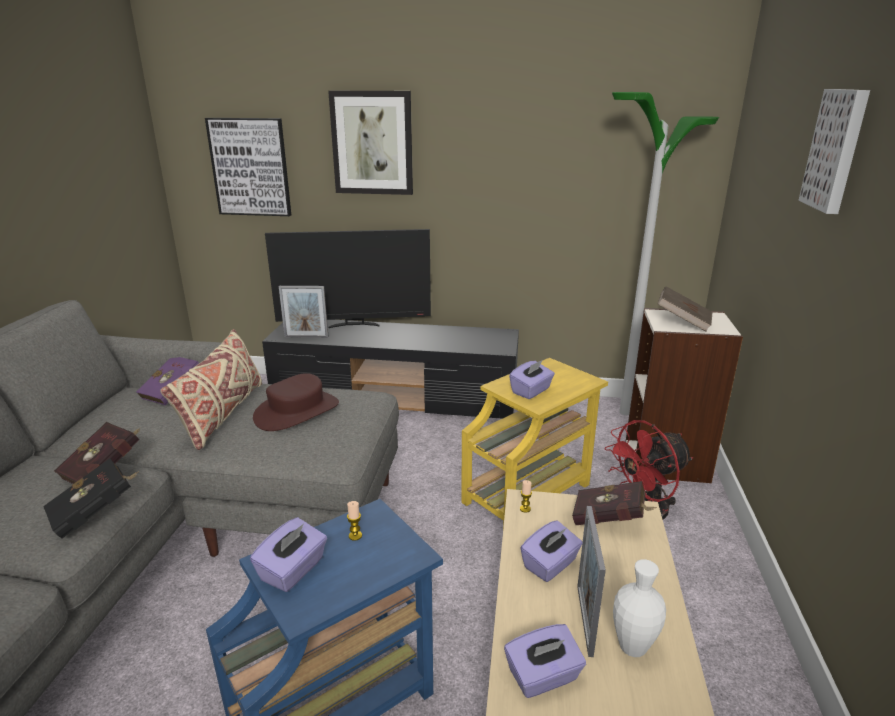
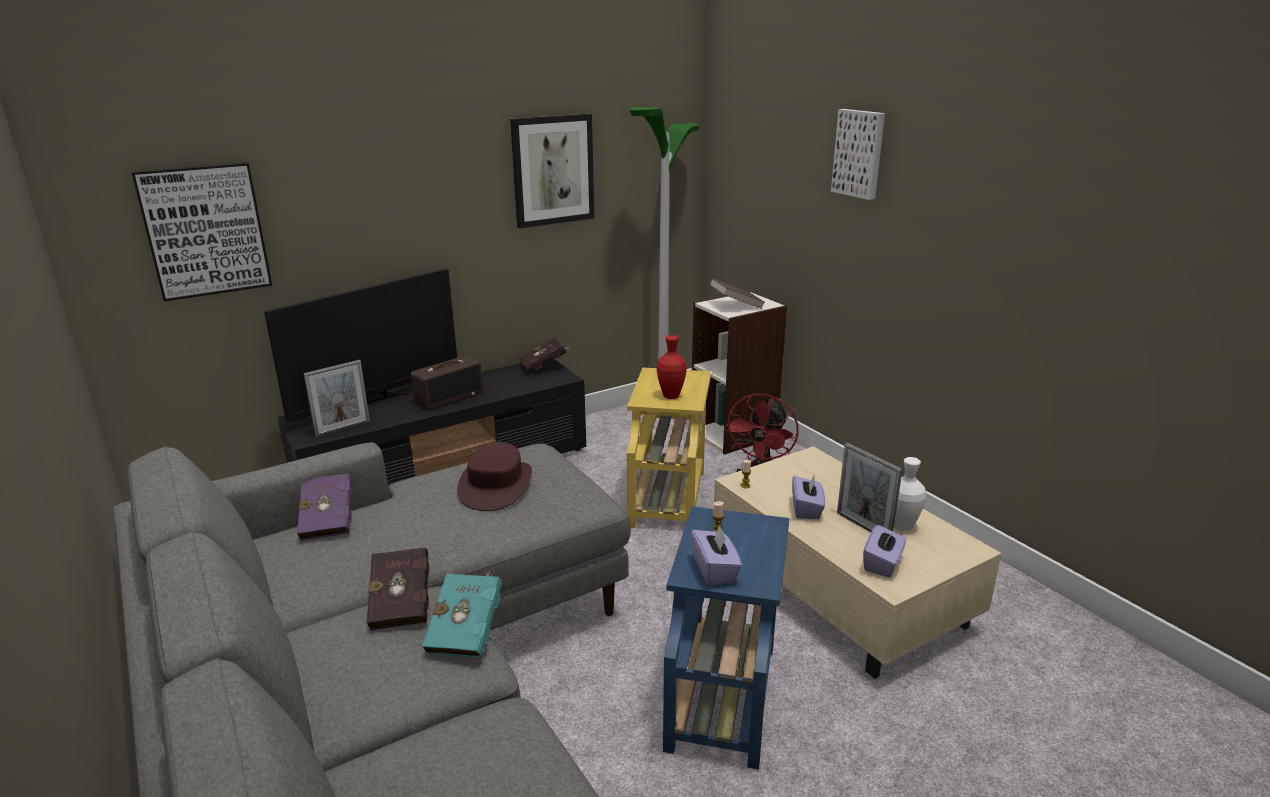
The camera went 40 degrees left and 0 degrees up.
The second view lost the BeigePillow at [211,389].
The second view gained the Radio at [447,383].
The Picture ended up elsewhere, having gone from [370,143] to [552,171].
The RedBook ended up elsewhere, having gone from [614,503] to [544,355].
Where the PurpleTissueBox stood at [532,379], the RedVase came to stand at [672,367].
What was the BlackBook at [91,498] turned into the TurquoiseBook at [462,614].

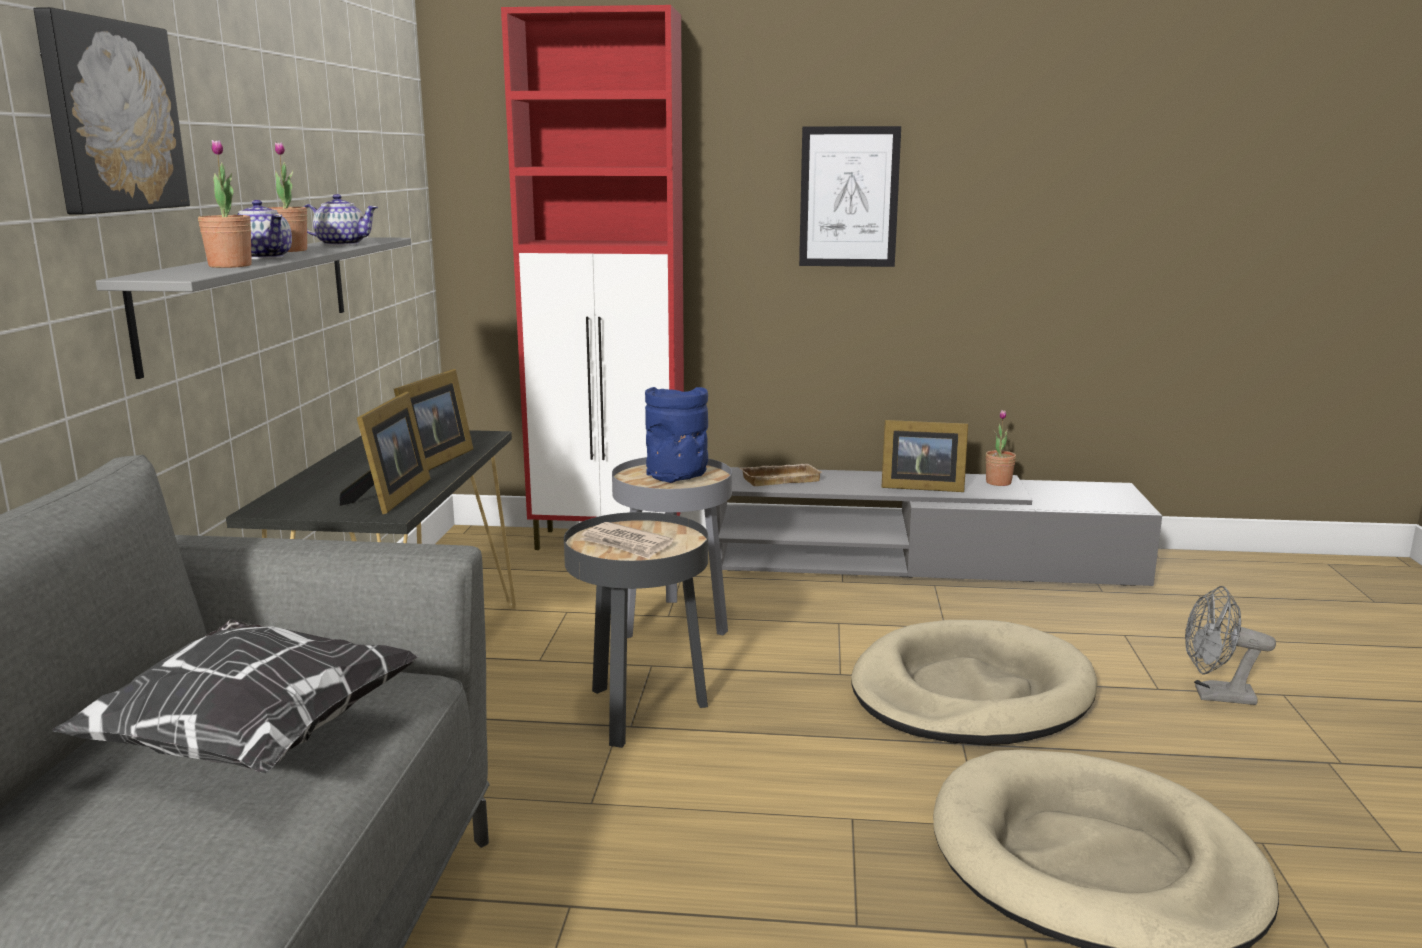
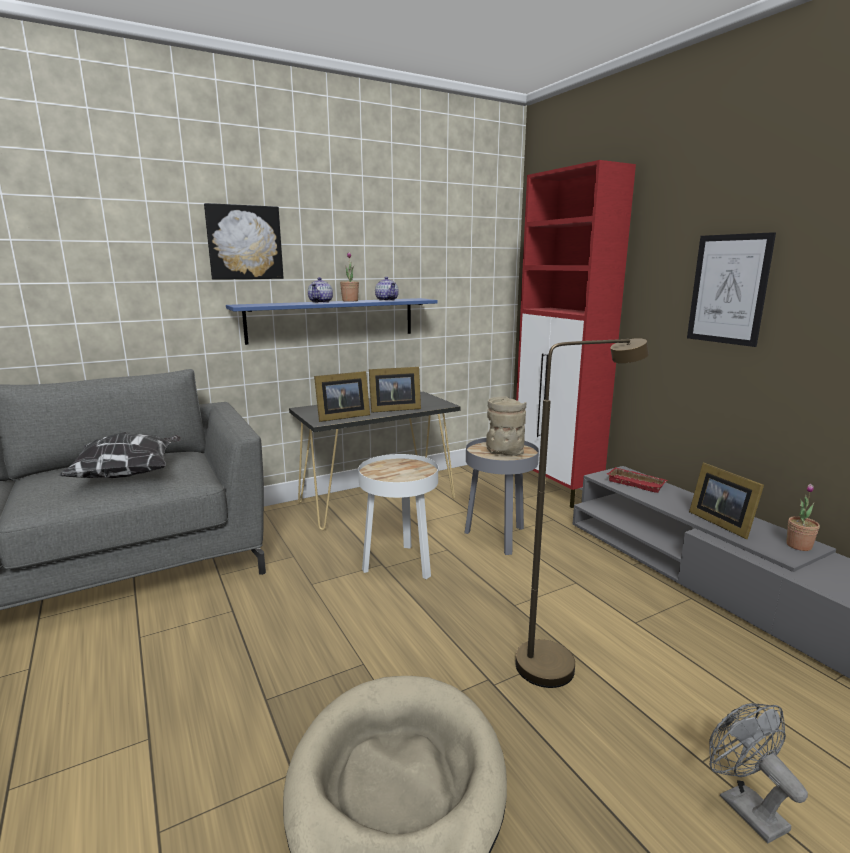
The camera went 55 degrees right and 0 degrees up.
The second view lost the PottedPlant at [225,203].
The second view lost the Newspaper at [626,540].
Where the BeigeDogBed stood at [974,682], the BrownFloorLamp came to stand at [582,513].
What was the GreyShelf at [253,308] turned into the BlueShelf at [332,321].
What was the BlackSideTable at [636,630] turned into the WhiteSideTable at [398,516].
What was the BlueVase at [676,435] turned into the BeigeVase at [506,426].
What was the BeigeTray at [781,475] turned into the RedTray at [637,480].

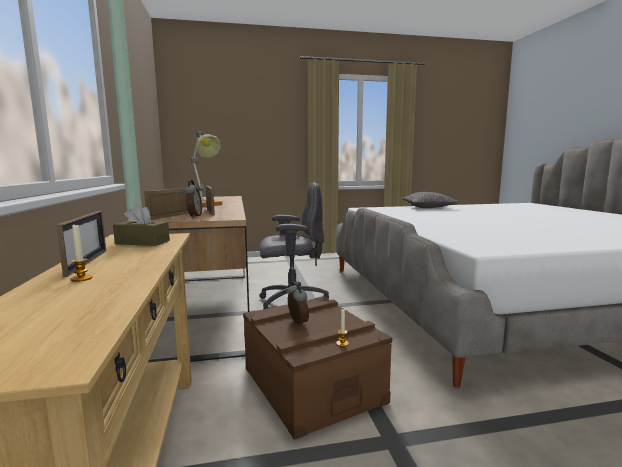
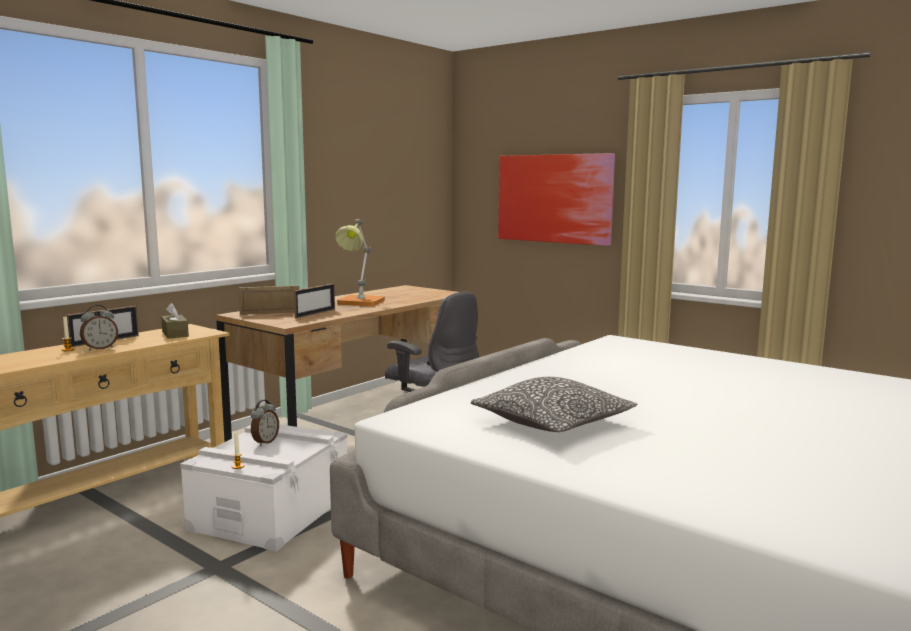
The camera went 50 degrees right and 0 degrees up.
The second view gained the Picture at [556,199].
The AlarmClock ended up elsewhere, having gone from [193,199] to [99,328].
The Pillow ended up elsewhere, having gone from [430,200] to [554,404].
What was the BrownStorageBox at [317,368] turned into the WhiteStorageBox at [264,488].

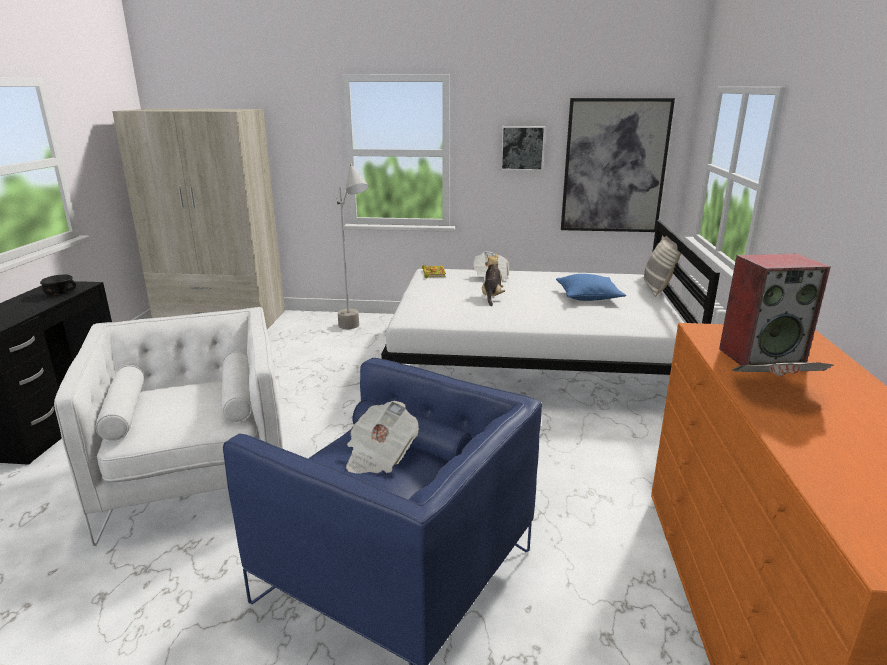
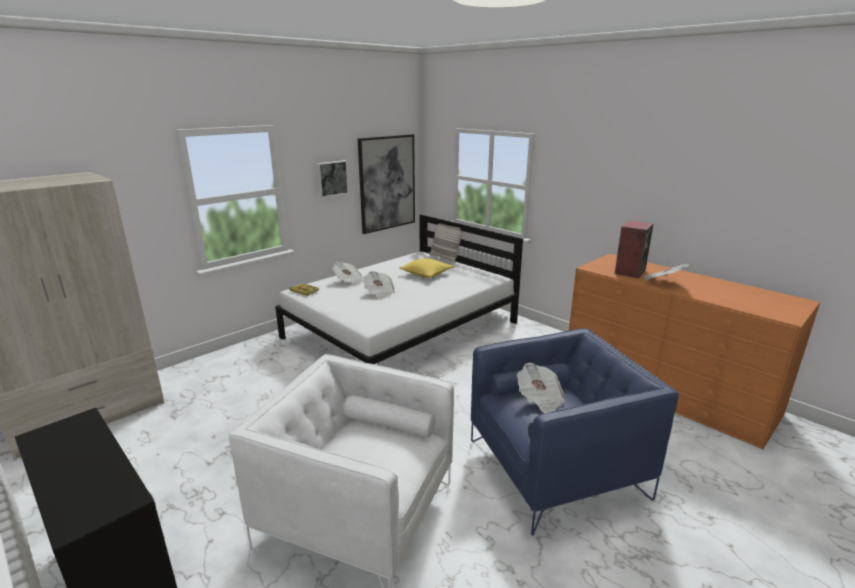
The camera went 50 degrees left and 0 degrees up.
The second view lost the BlackBowl at [58,284].
The second view lost the GreyFloorLamp at [352,246].
Where the PlushToy stood at [493,280], the Newspaper came to stand at [379,285].
What was the BluePillow at [591,287] turned into the YellowPillow at [426,268].

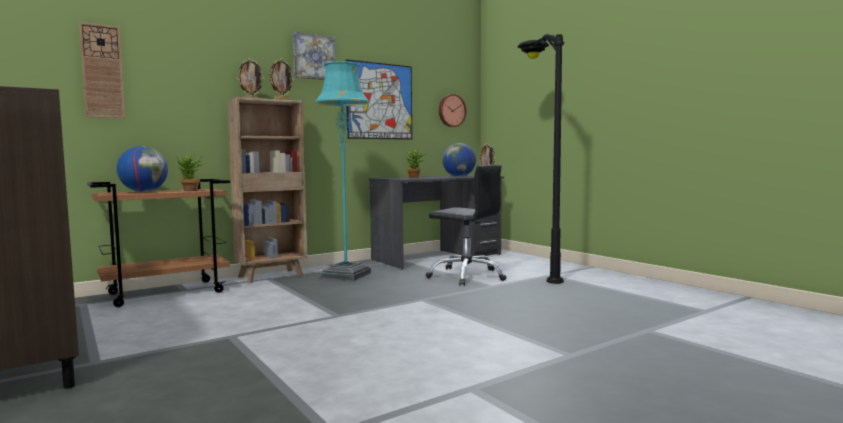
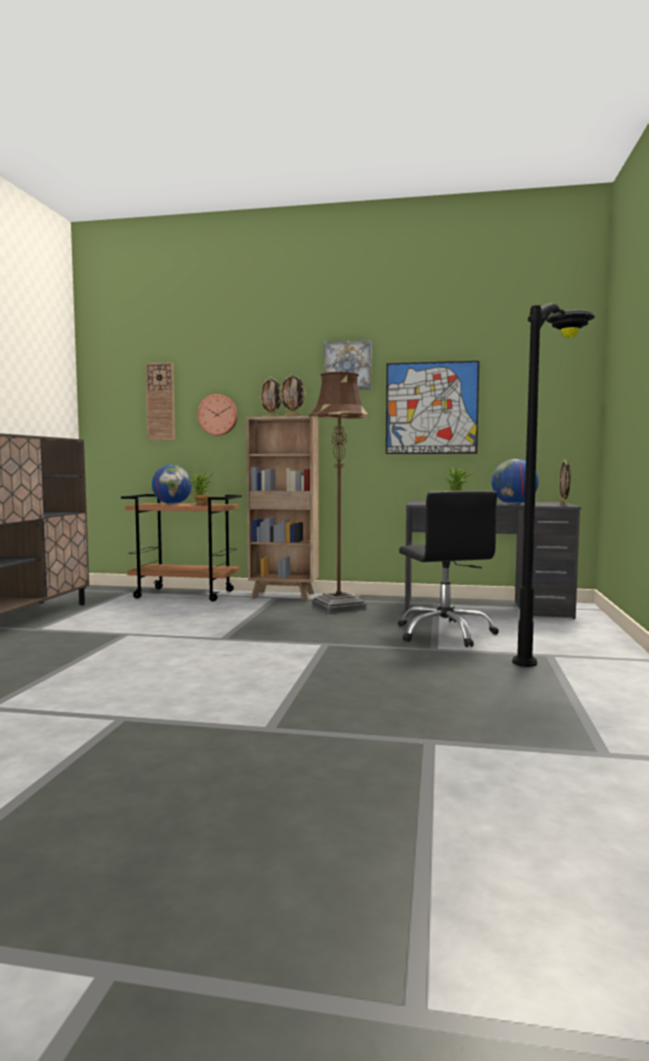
The camera went 45 degrees right and 0 degrees up.
The WallClock ended up elsewhere, having gone from [452,110] to [217,414].
What was the TurquoiseFloorLamp at [343,171] turned into the BrownFloorLamp at [339,493].

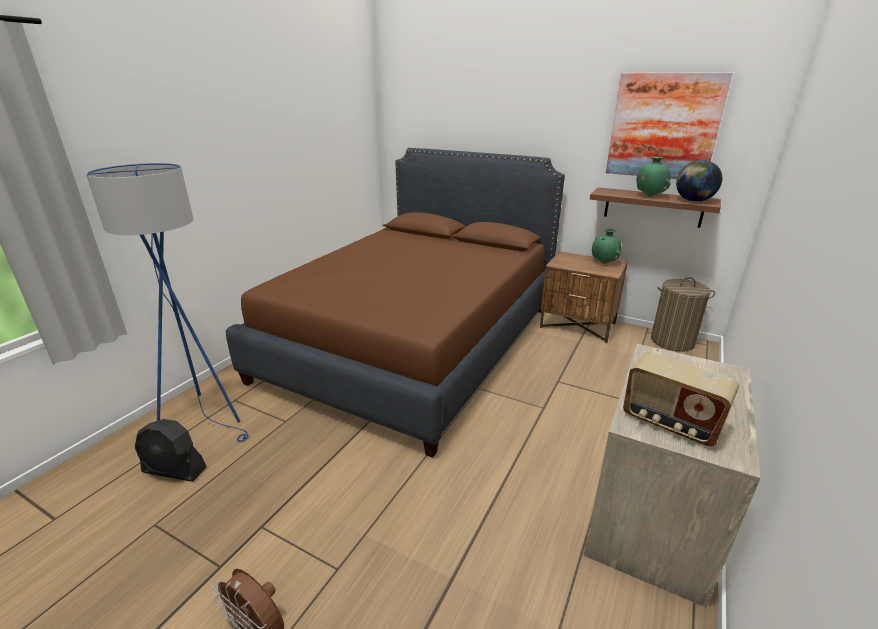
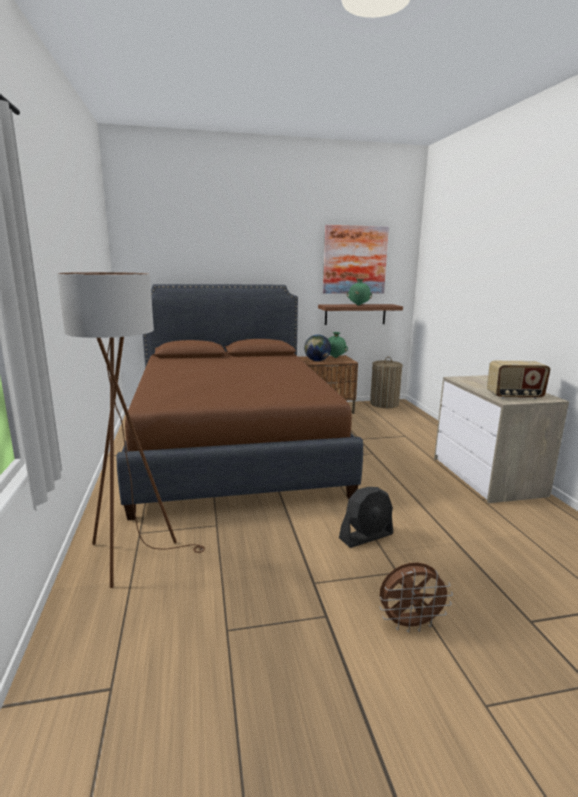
The camera went 40 degrees left and 10 degrees down.
The BlackFan ended up elsewhere, having gone from [171,450] to [366,517].
The Globe ended up elsewhere, having gone from [699,181] to [317,348].
What was the BlueFloorLamp at [167,302] turned into the BrownFloorLamp at [131,430].

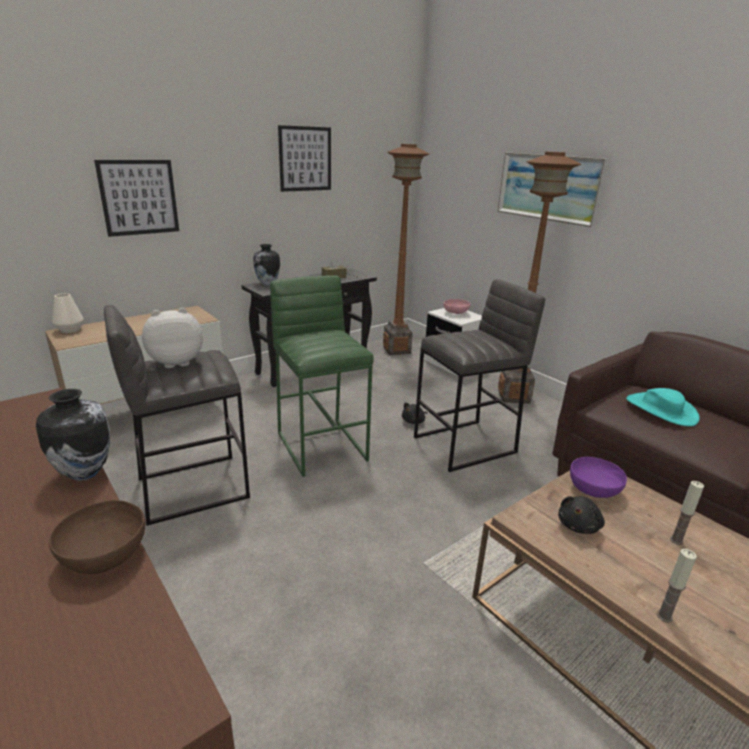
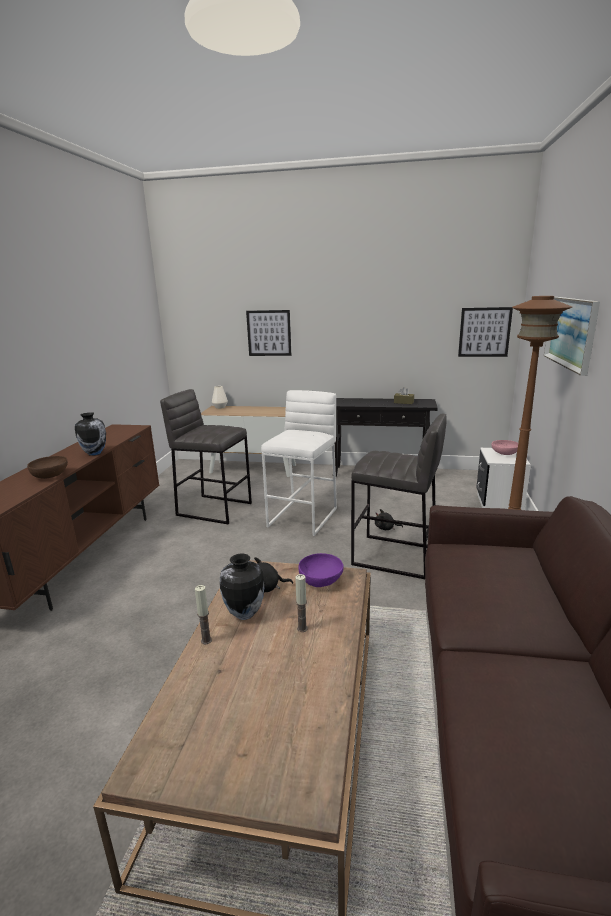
The camera went 50 degrees right and 5 degrees down.
The second view lost the PlushToy at [172,338].
The second view lost the BrownFloorLamp at [406,249].
The second view lost the TurquoiseHat at [663,407].
The Vase ended up elsewhere, having gone from [266,264] to [242,587].
The Picture ended up elsewhere, having gone from [304,158] to [485,332].
What was the GreenStool at [322,376] turned into the WhiteStool at [299,463].

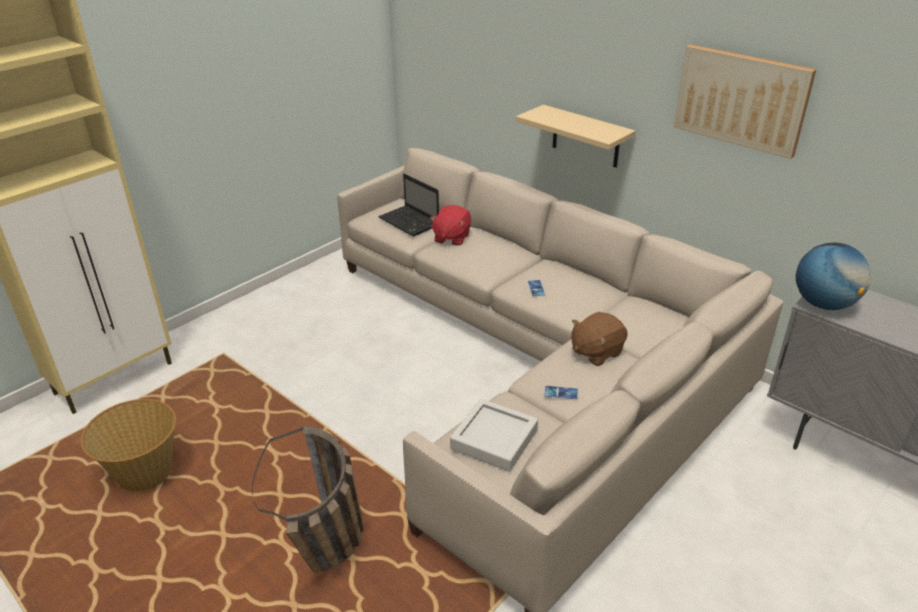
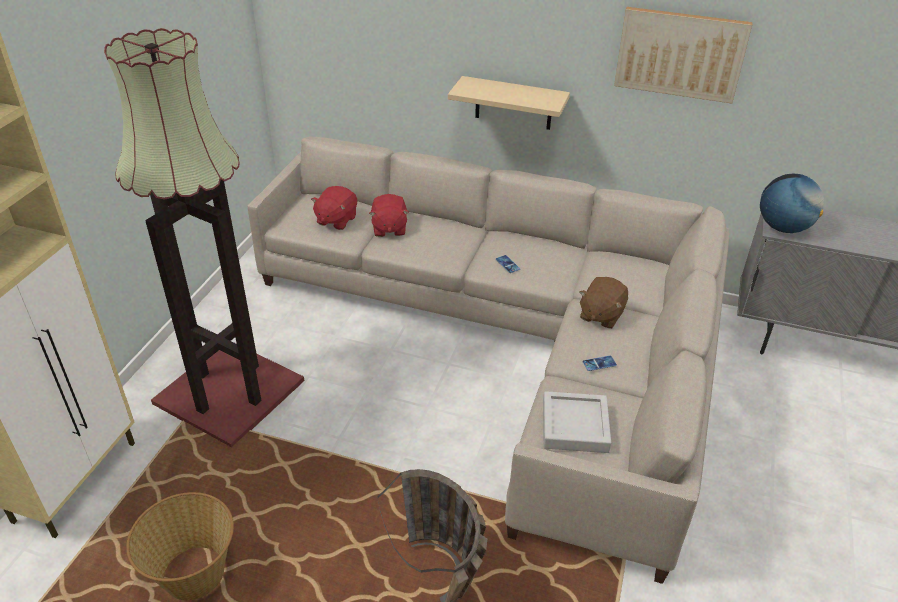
The camera went 25 degrees left and 5 degrees up.
The second view gained the FloorLamp at [204,237].
Where the Laptop stood at [408,205], the RedPlushToy came to stand at [334,208].

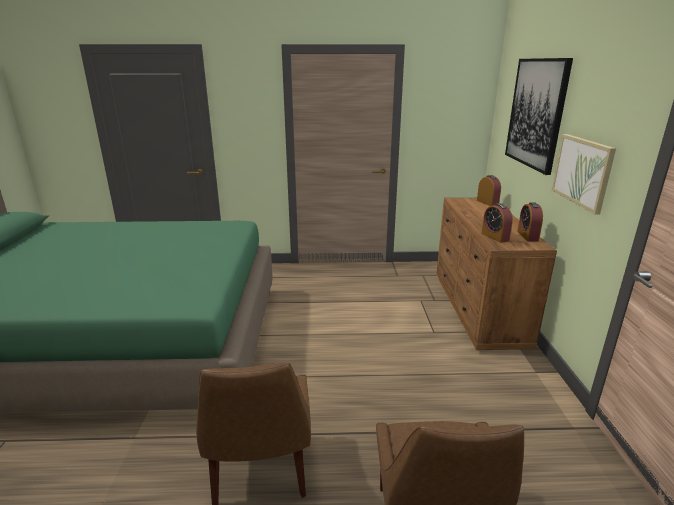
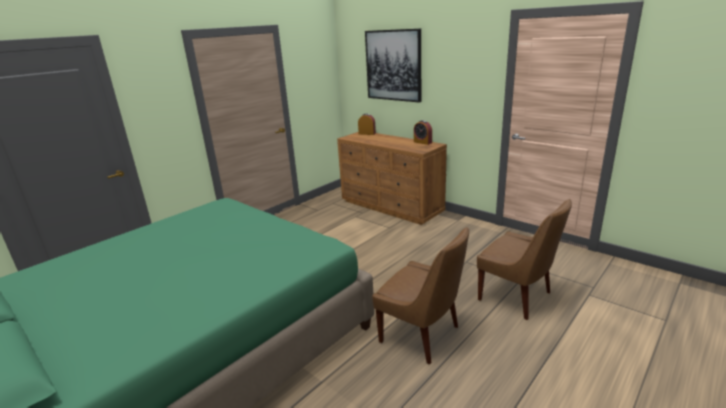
The camera went 45 degrees left and 0 degrees up.
The second view lost the AlarmClock at [497,223].
The second view lost the Picture at [584,174].

